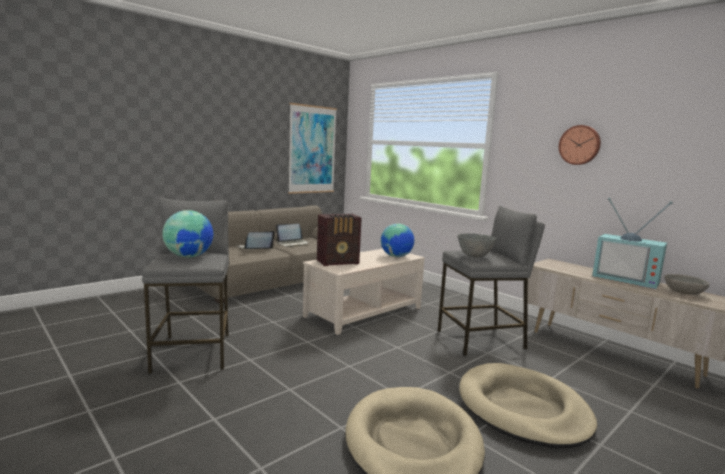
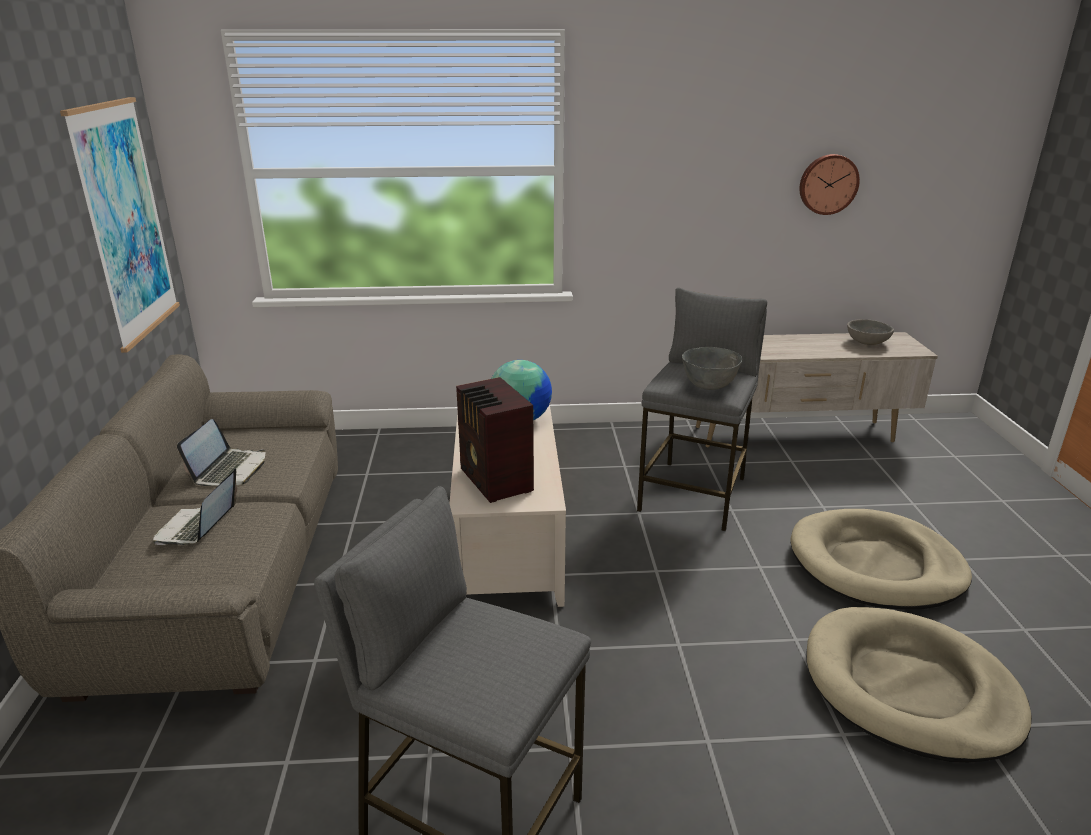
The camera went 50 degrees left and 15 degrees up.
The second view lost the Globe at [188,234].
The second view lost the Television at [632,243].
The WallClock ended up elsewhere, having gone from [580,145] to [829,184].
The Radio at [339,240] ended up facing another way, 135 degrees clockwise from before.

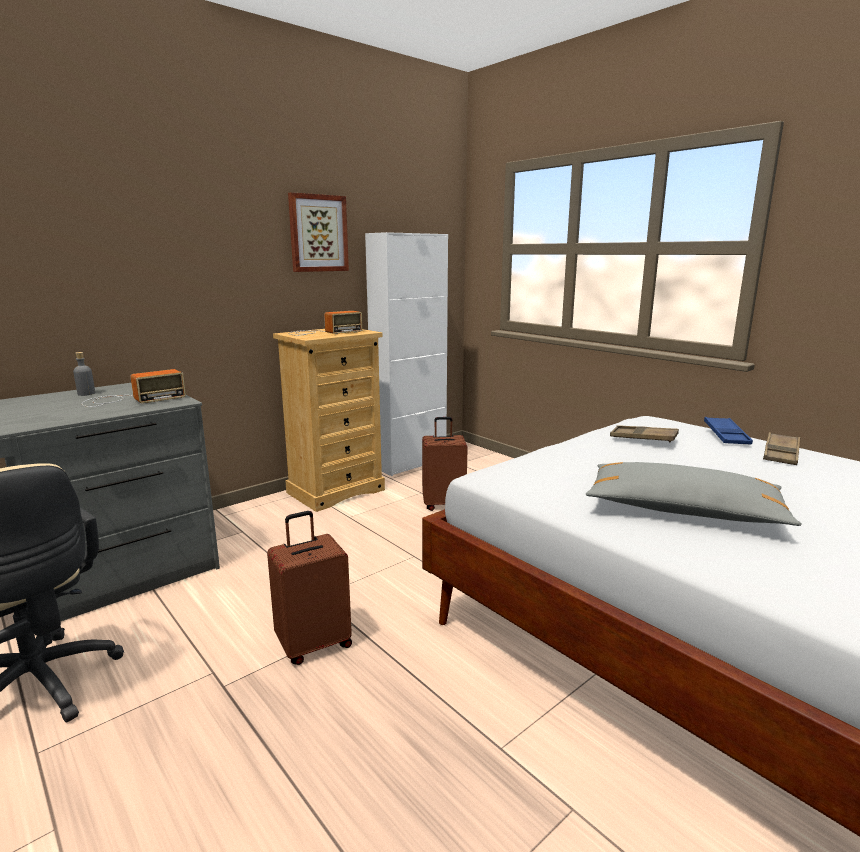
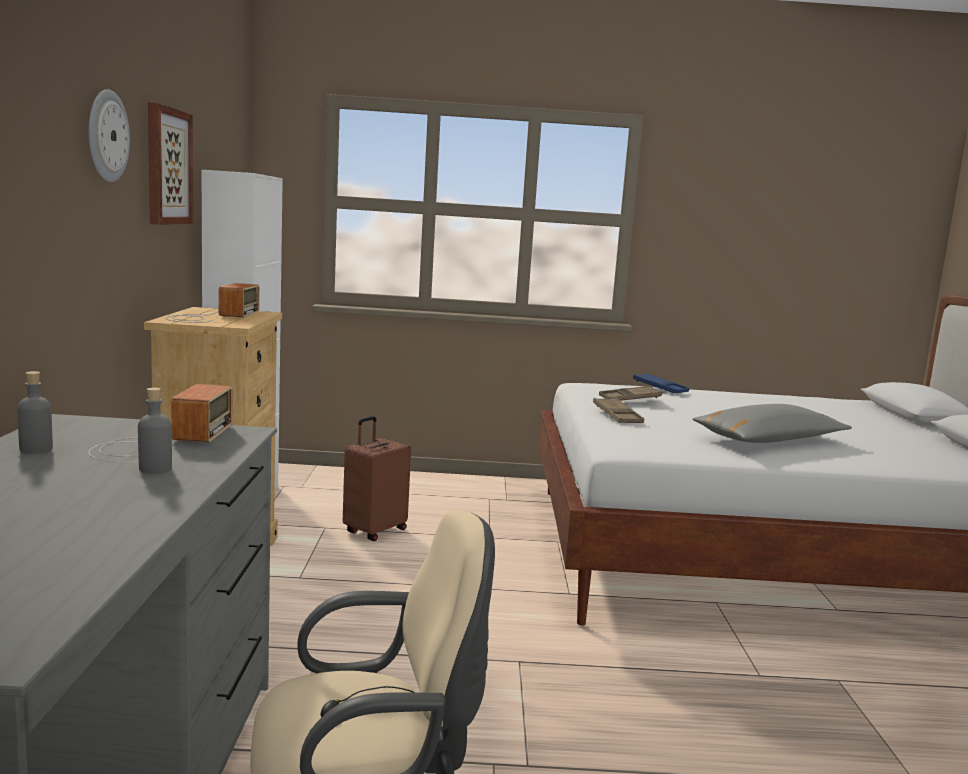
The camera went 50 degrees left and 5 degrees down.
The second view lost the BrownSuitcase at [309,588].
The second view gained the WallClock at [109,135].
The second view gained the GreyBottle at [155,431].
The BrownTray ended up elsewhere, having gone from [781,448] to [618,410].

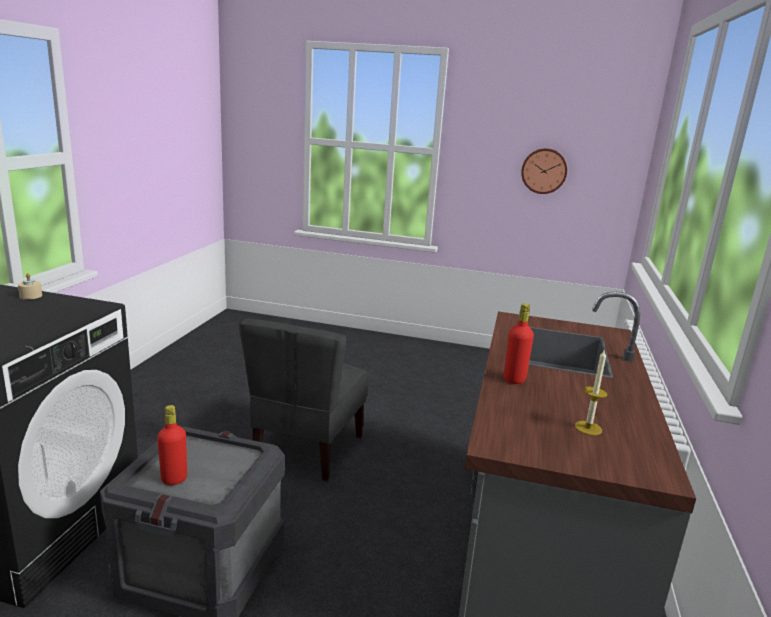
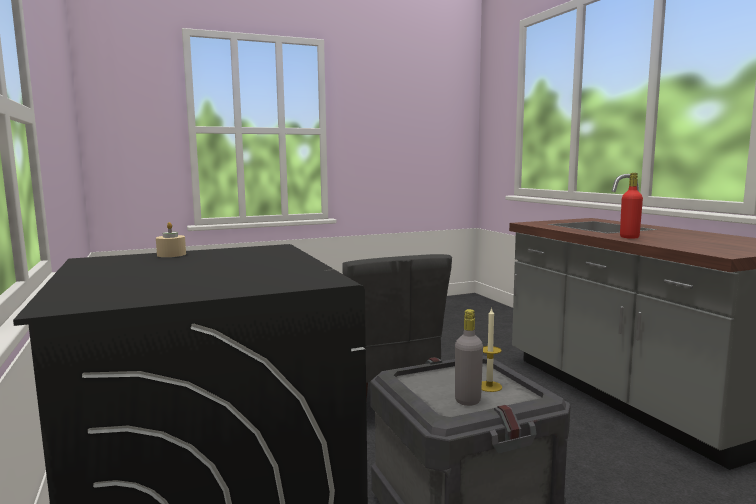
The camera went 35 degrees left and 10 degrees down.
The second view lost the WallClock at [544,171].
The Candle ended up elsewhere, having gone from [591,392] to [491,349].
What was the RedBottle at [172,445] turned into the GreyBottle at [469,357].

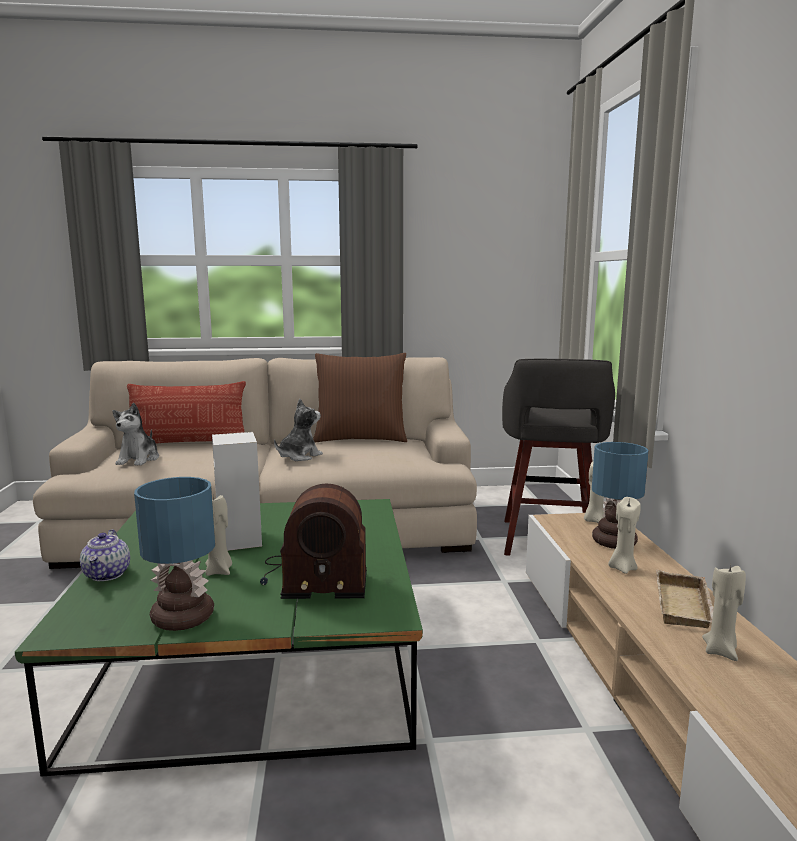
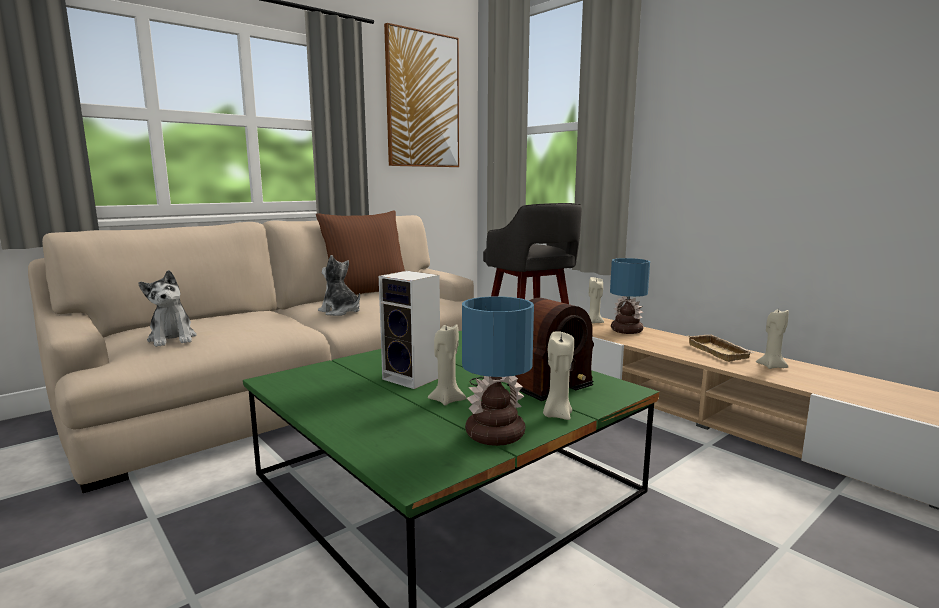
The camera went 35 degrees left and 0 degrees up.
The second view lost the Teapot at [105,555].
The second view lost the Pillow at [186,412].
The second view gained the Picture at [421,95].
The BeigeCandle ended up elsewhere, having gone from [624,535] to [558,375].
The PlushToy at [298,430] ended up facing another way, 60 degrees counterclockwise from before.

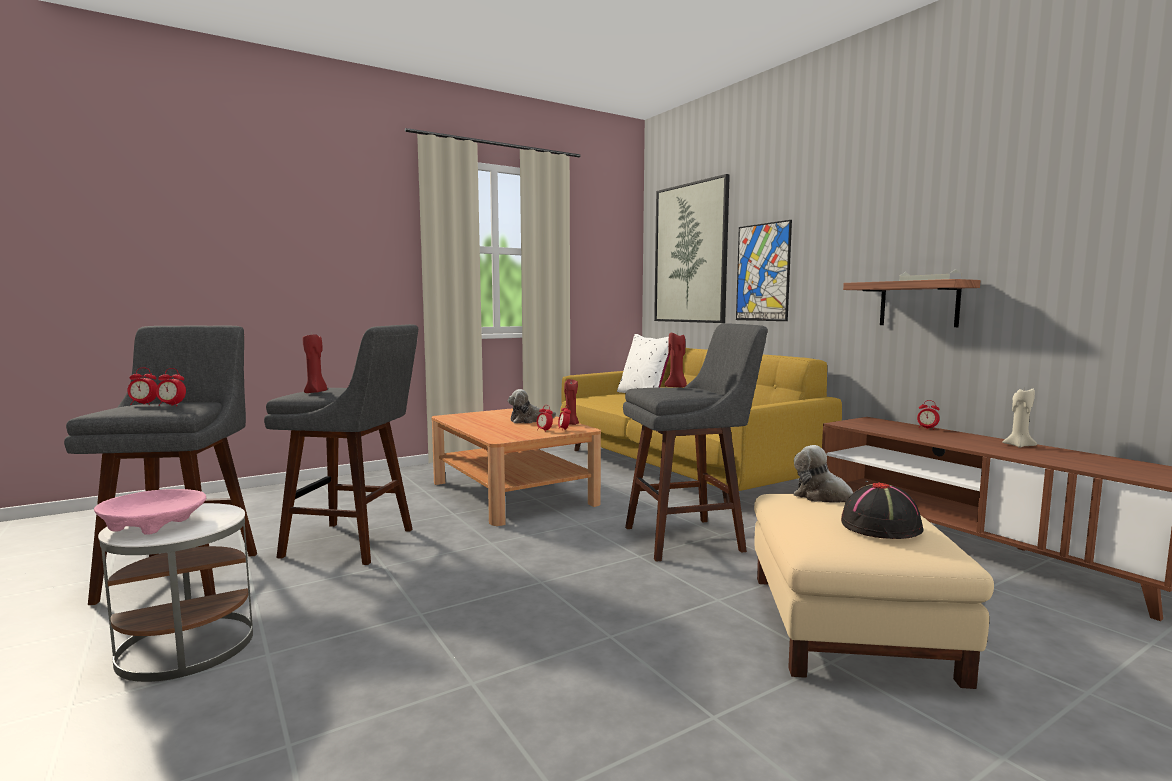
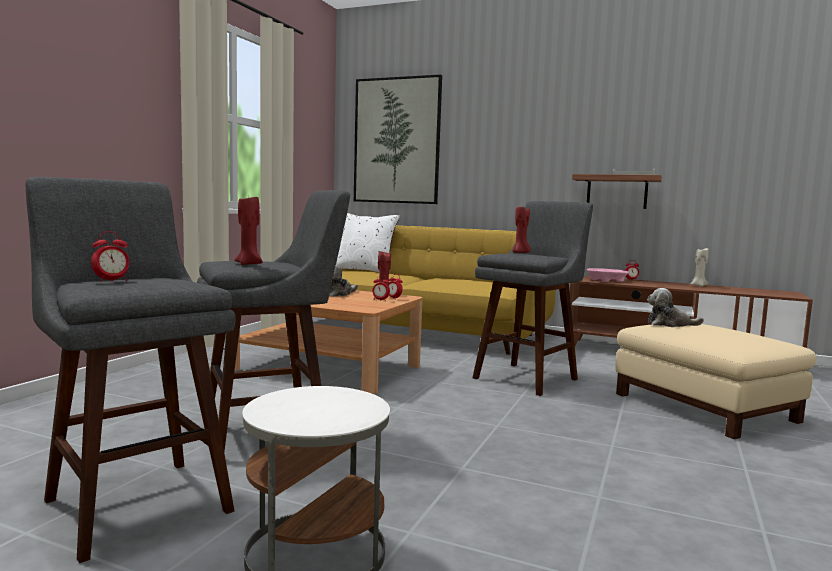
The camera went 35 degrees left and 0 degrees up.
The second view lost the AlarmClock at [171,387].
The second view lost the Picture at [764,270].
The second view lost the BlackHat at [882,510].
The PinkBowl ended up elsewhere, having gone from [150,512] to [608,275].

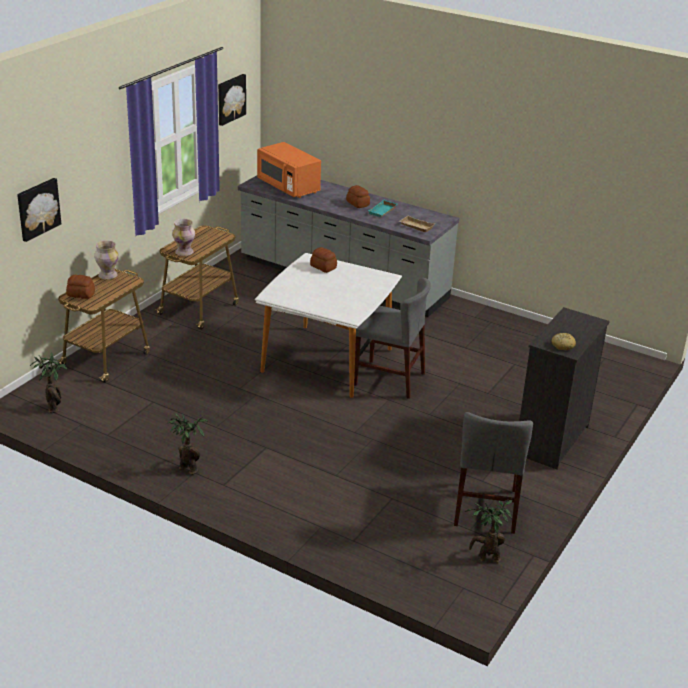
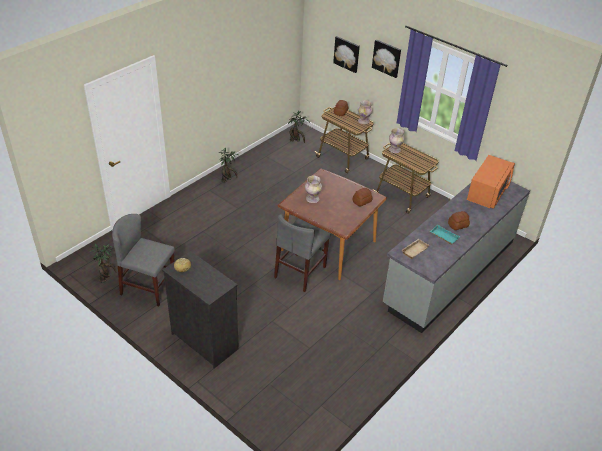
The camera went 100 degrees right and 10 degrees up.
The second view gained the Vase at [313,189].
The Picture ended up elsewhere, having gone from [232,100] to [386,58].
What was the WhiteDiningTable at [328,325] turned into the BrownDiningTable at [332,224].
The OrangeMicrowave at [289,170] ended up facing another way, 150 degrees clockwise from before.

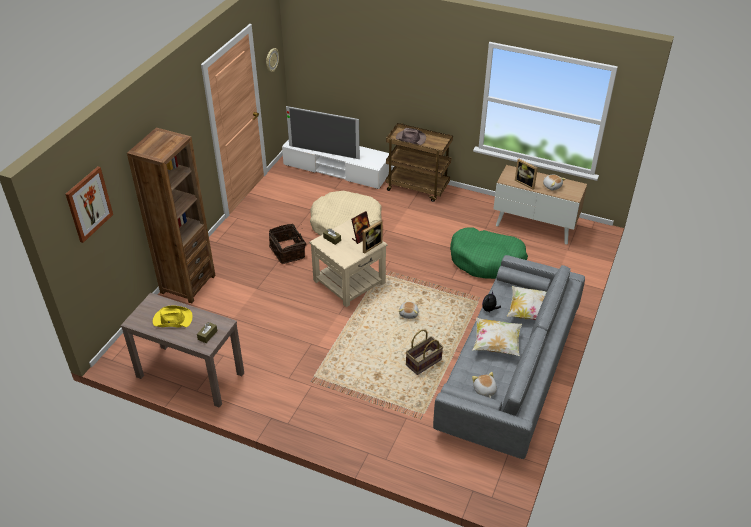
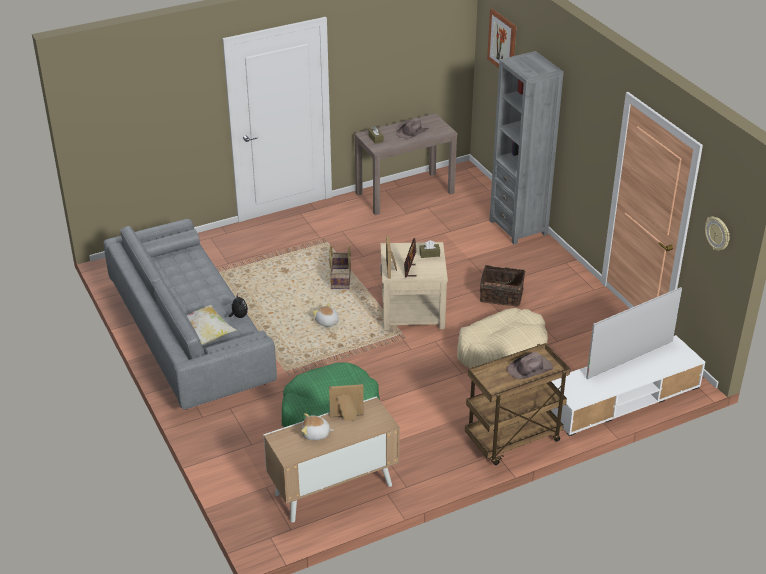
The camera went 130 degrees right and 5 degrees down.
The second view lost the Pillow at [497,337].
The second view lost the PlushToy at [484,385].
The Basket ended up elsewhere, having gone from [424,352] to [340,267].
What was the BrownBookcase at [171,215] turned into the GreyBookcase at [526,148].
What was the YellowHat at [172,316] turned into the BrownHat at [412,128].

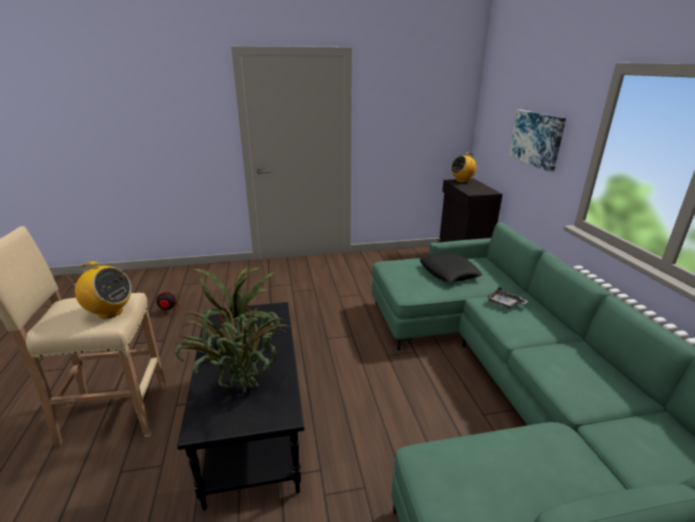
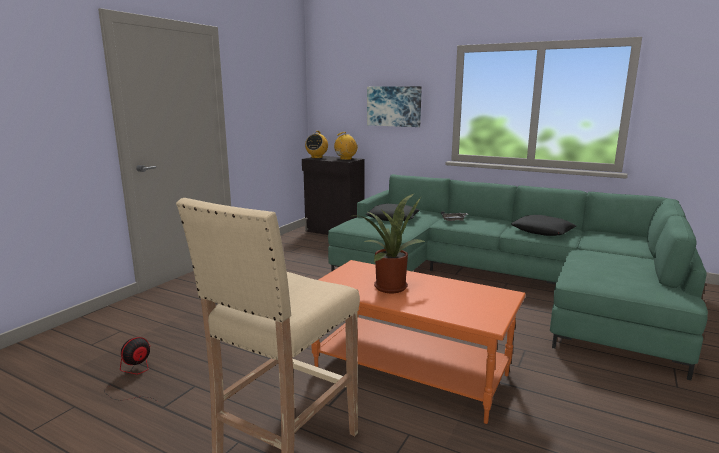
The camera went 50 degrees left and 10 degrees down.
The second view lost the PottedPlant at [230,347].
The second view gained the BlackPillow at [543,225].
The Radio ended up elsewhere, having gone from [99,290] to [346,146].
What was the BlackCoffeeTable at [240,406] turned into the OrangeCoffeeTable at [418,342].

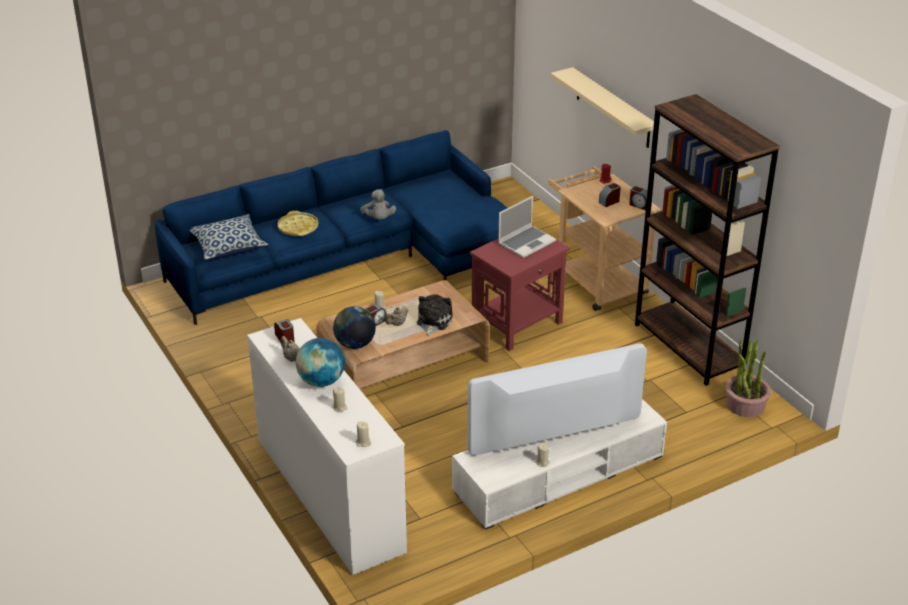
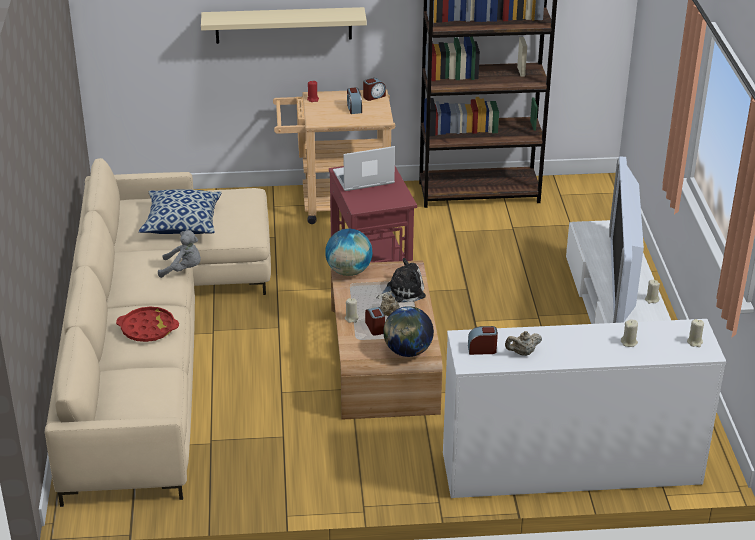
The camera went 65 degrees left and 0 degrees up.
The second view lost the PottedPlant at [748,378].
The Pillow ended up elsewhere, having gone from [228,237] to [180,211].
The Globe ended up elsewhere, having gone from [320,362] to [348,252].
What was the BlueSofa at [330,227] turned into the BeigeSofa at [158,332].
What was the YellowTray at [298,223] turned into the RedTray at [147,324].
The PlushToy at [435,315] ended up facing another way, 120 degrees clockwise from before.
The Laptop at [527,227] ended up facing another way, 90 degrees counterclockwise from before.

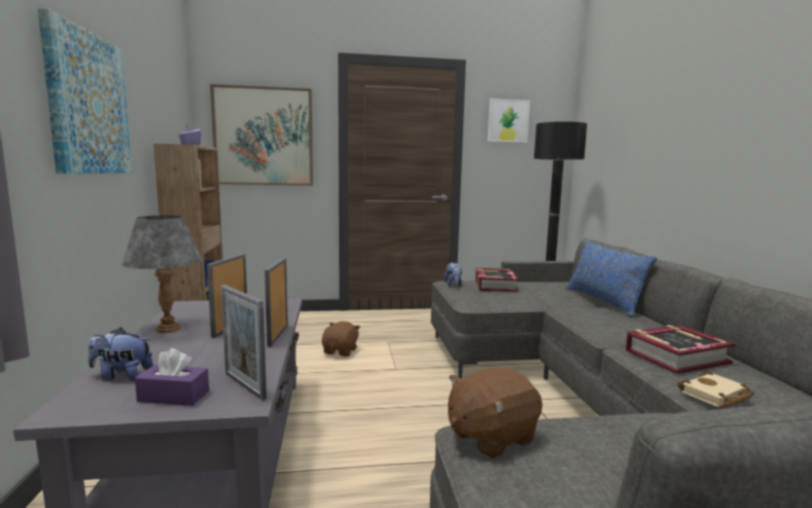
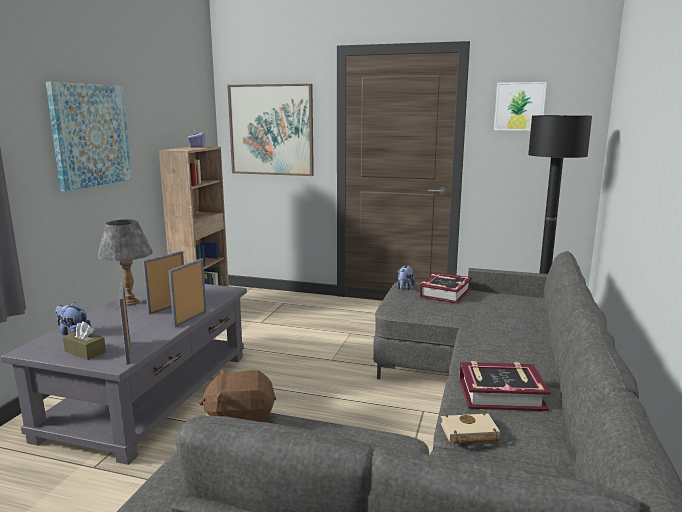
The camera went 25 degrees right and 5 degrees up.
The second view lost the BrownPlushToy at [341,338].
The second view lost the BluePillow at [611,278].
What was the PurpleTissueBox at [172,377] turned into the BrownTissueBox at [84,340].

